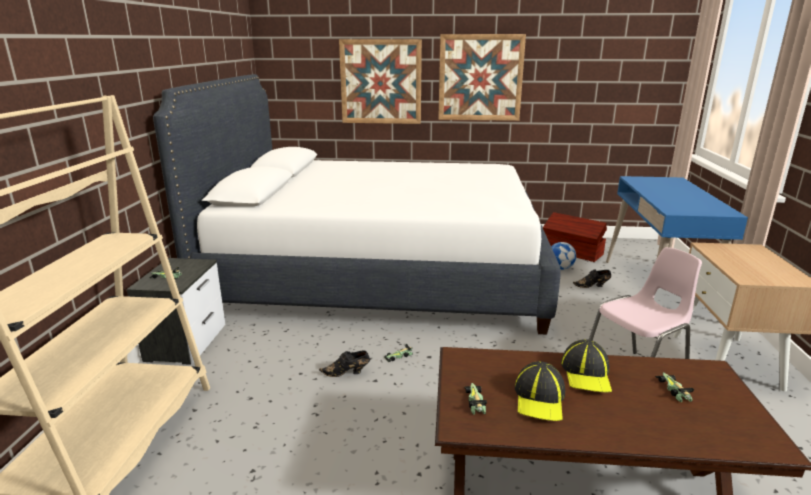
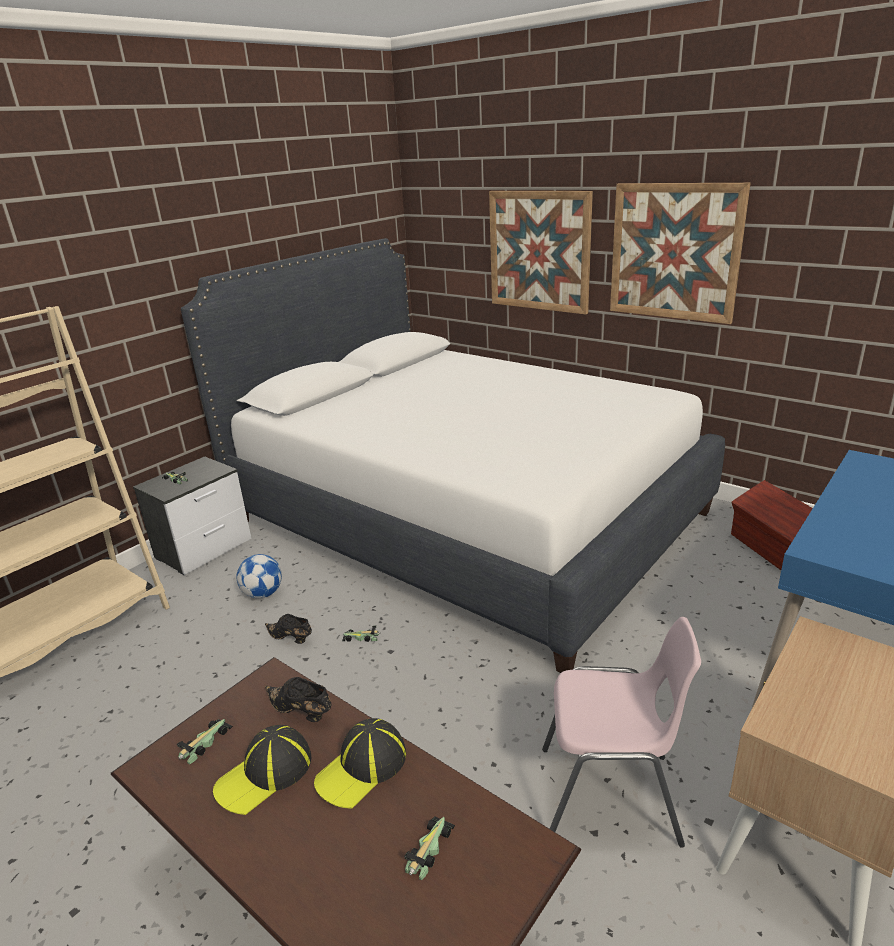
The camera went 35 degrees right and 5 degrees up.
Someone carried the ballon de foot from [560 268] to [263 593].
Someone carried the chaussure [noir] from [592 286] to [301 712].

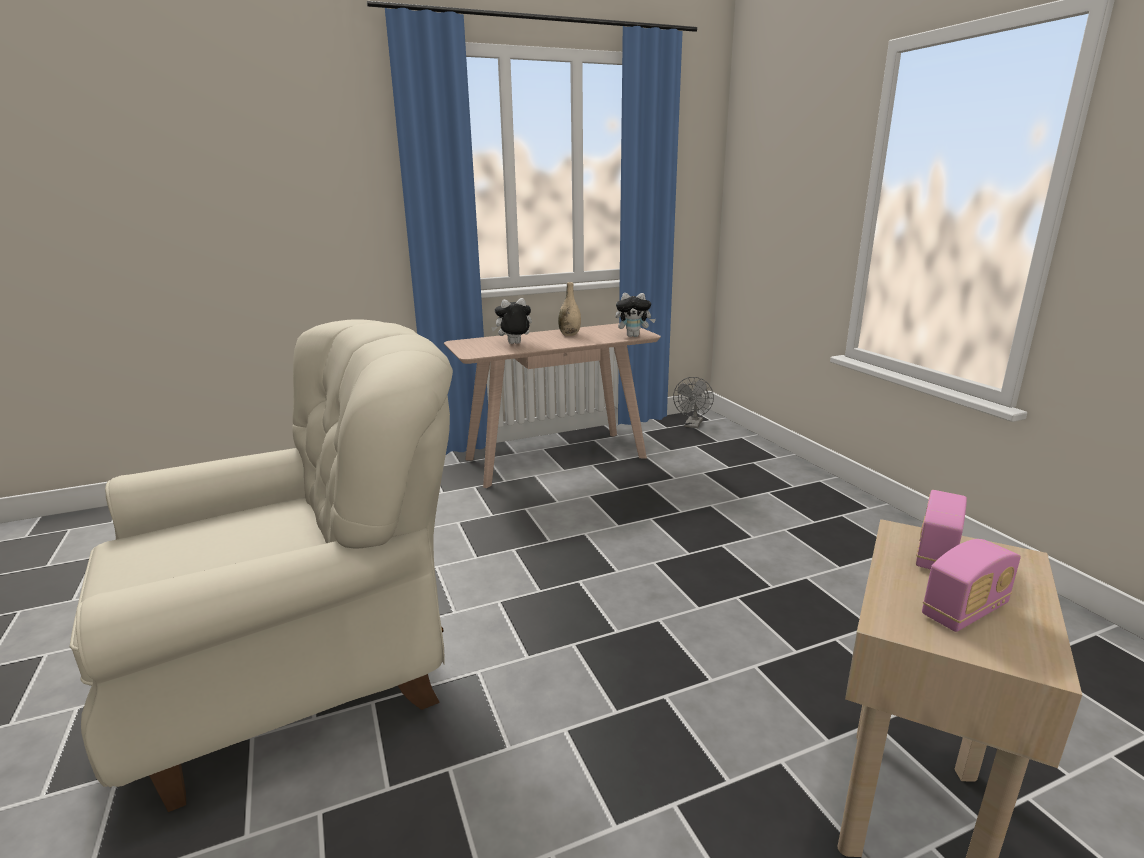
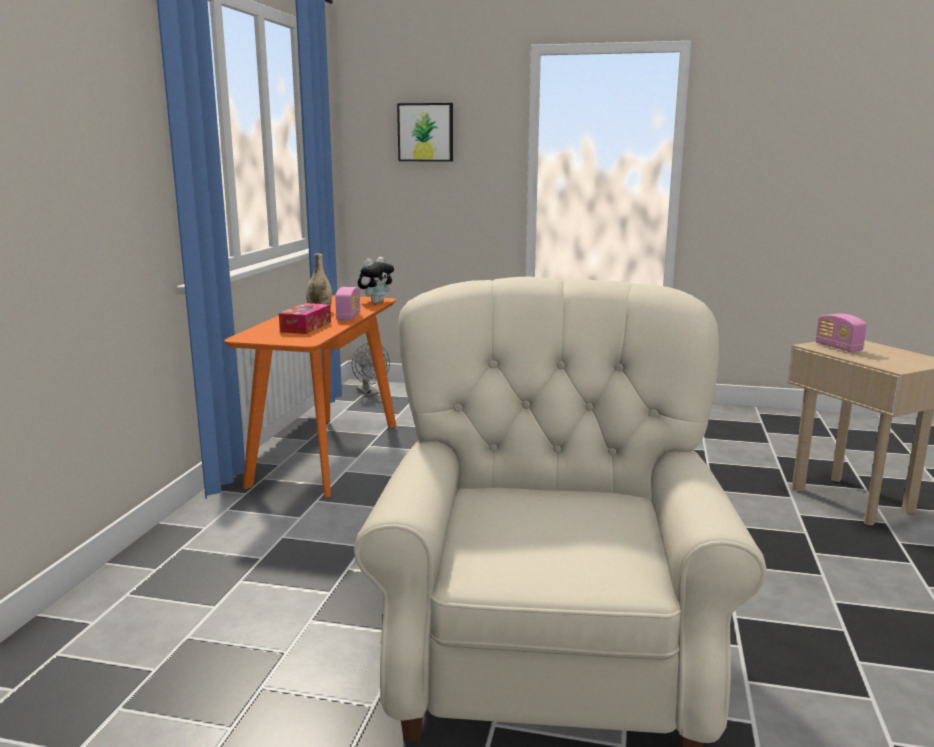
The camera went 55 degrees left and 5 degrees down.
Someone put up the tableau at [426 132].
Someone carried the radio from [964 611] to [348 317].
Someone swapped the peluche at [514 344] for the boîte à mouchoirs at [306 327].
Someone repainted the table console [beige] at [556 458], which became the table console [orange] at [326 453].

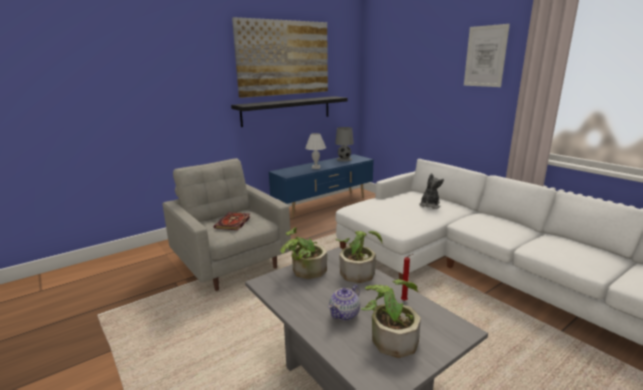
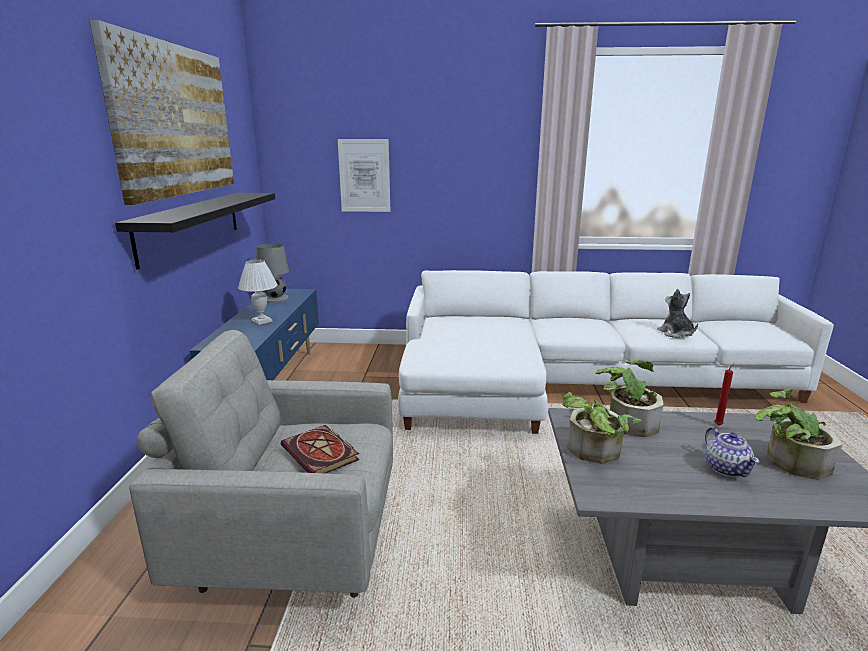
The camera went 50 degrees left and 0 degrees up.
Someone carried the peluche from [429 205] to [676 333].
Someone carried the tableau from [485 56] to [364 175].

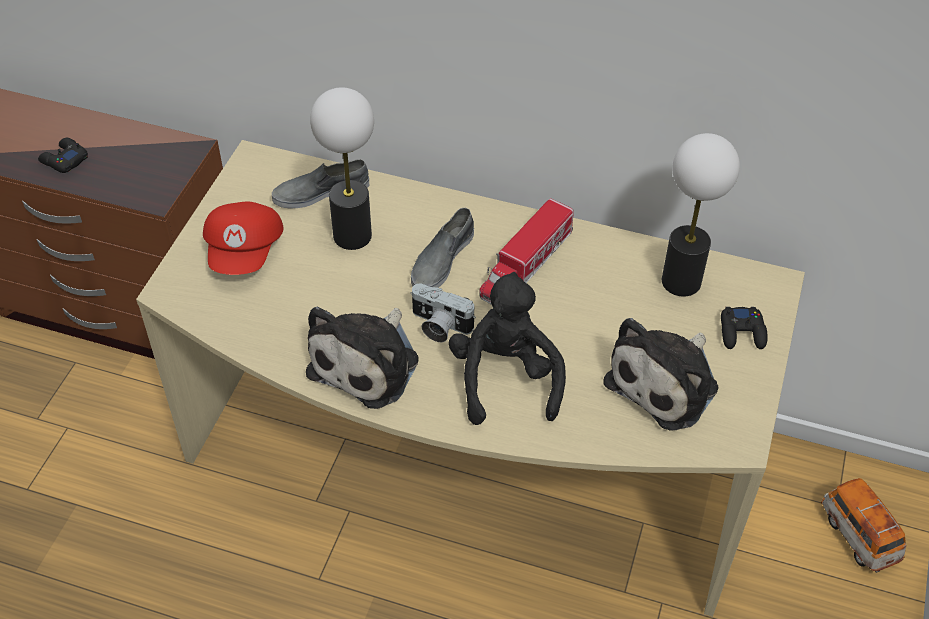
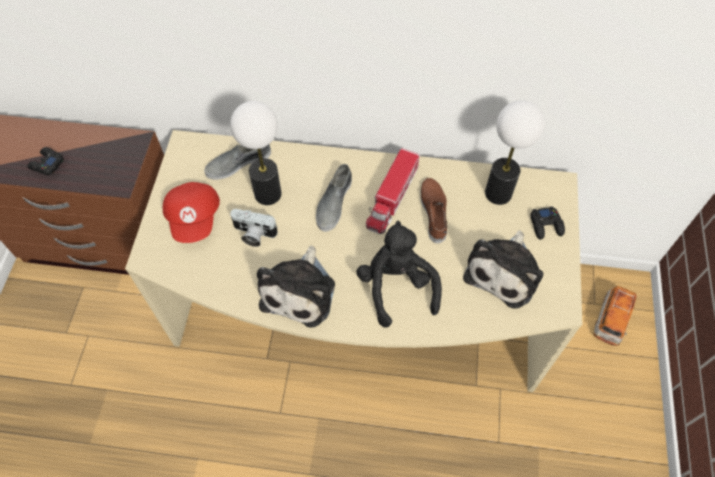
The camera went 10 degrees left and 10 degrees up.
Someone put down the chaussure [marron] at [434 212].
Someone carried the appareil photo from [438 326] to [253 234].
Someone rotated the petite voiture at [858 534] by 120 degrees counterclockwise.

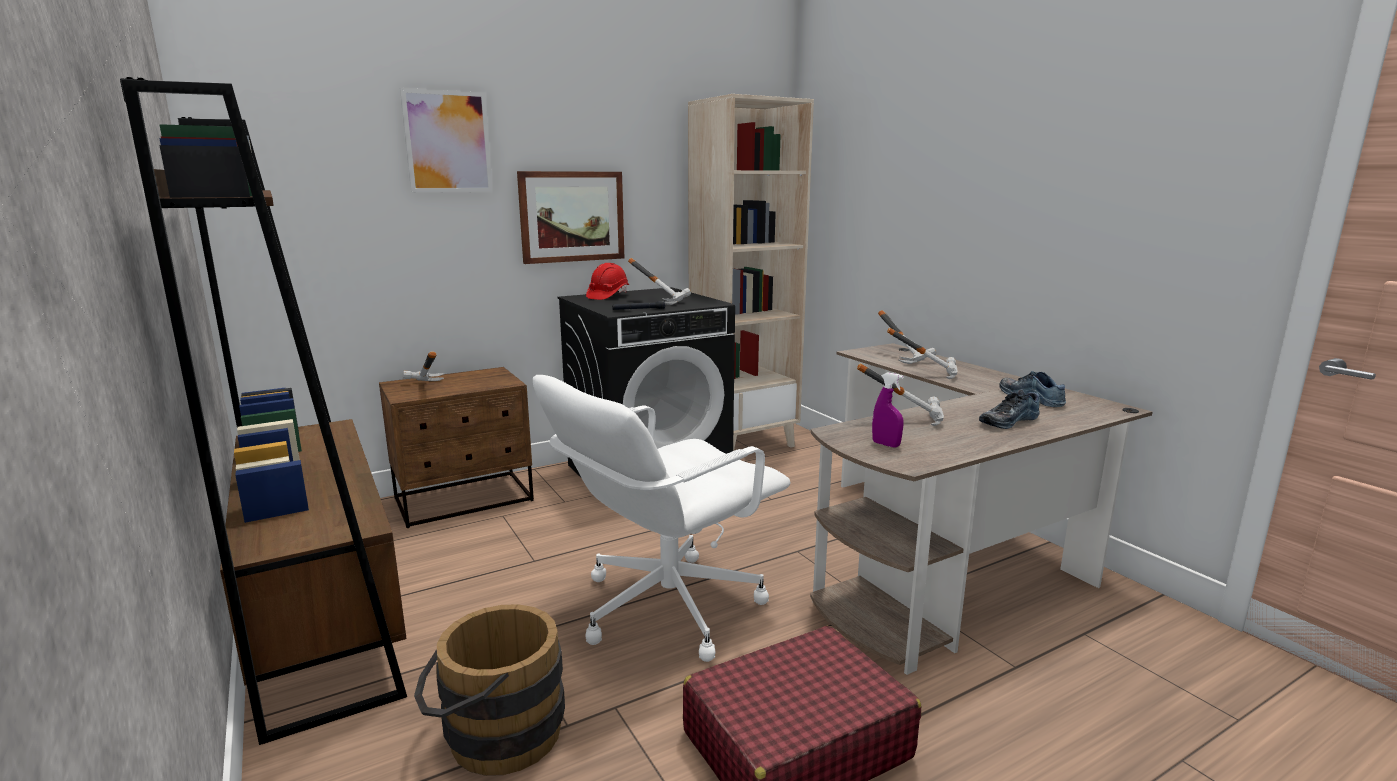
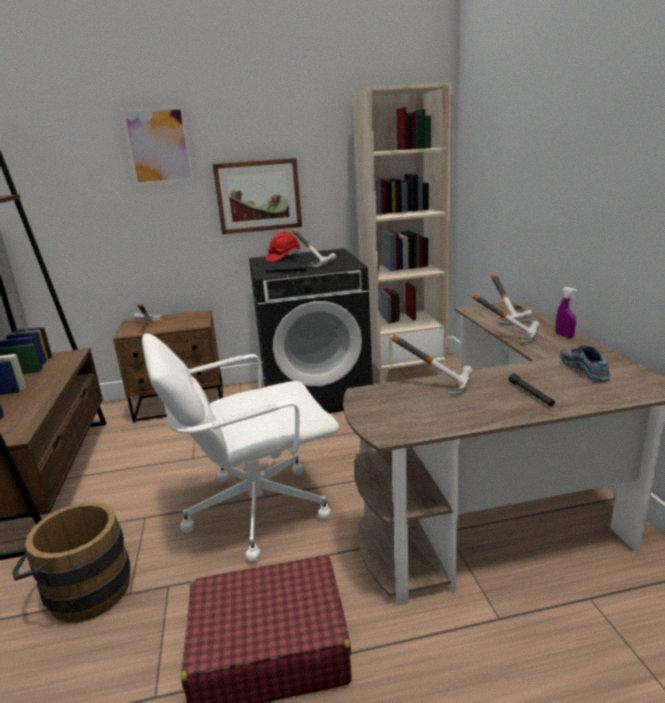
The camera went 20 degrees right and 5 degrees up.
Someone carried the vaporisateur [violet] from [886 444] to [564 336].
Someone swapped the chaussure at [1007 421] for the lampe de poche [noir] at [531 394].

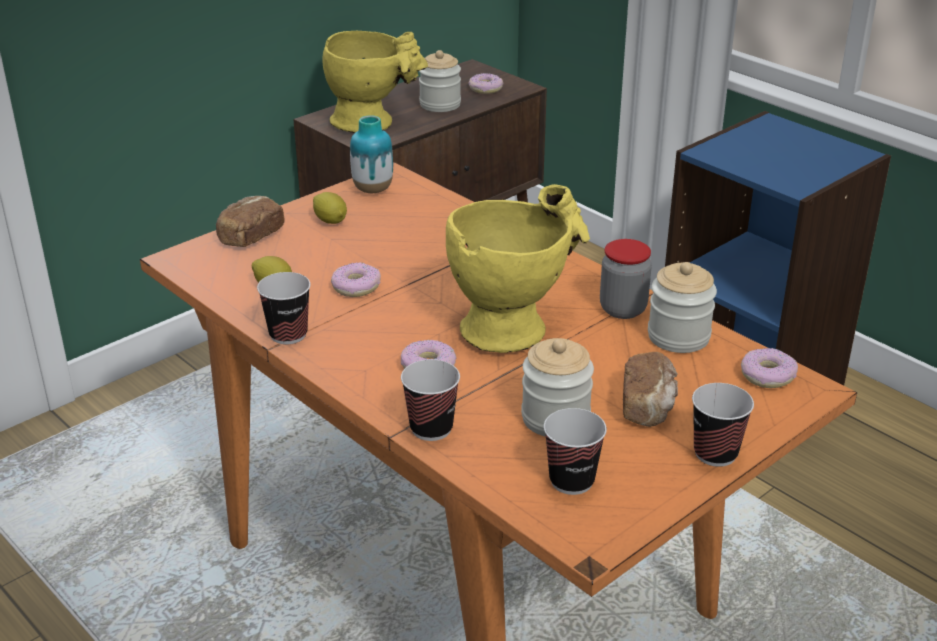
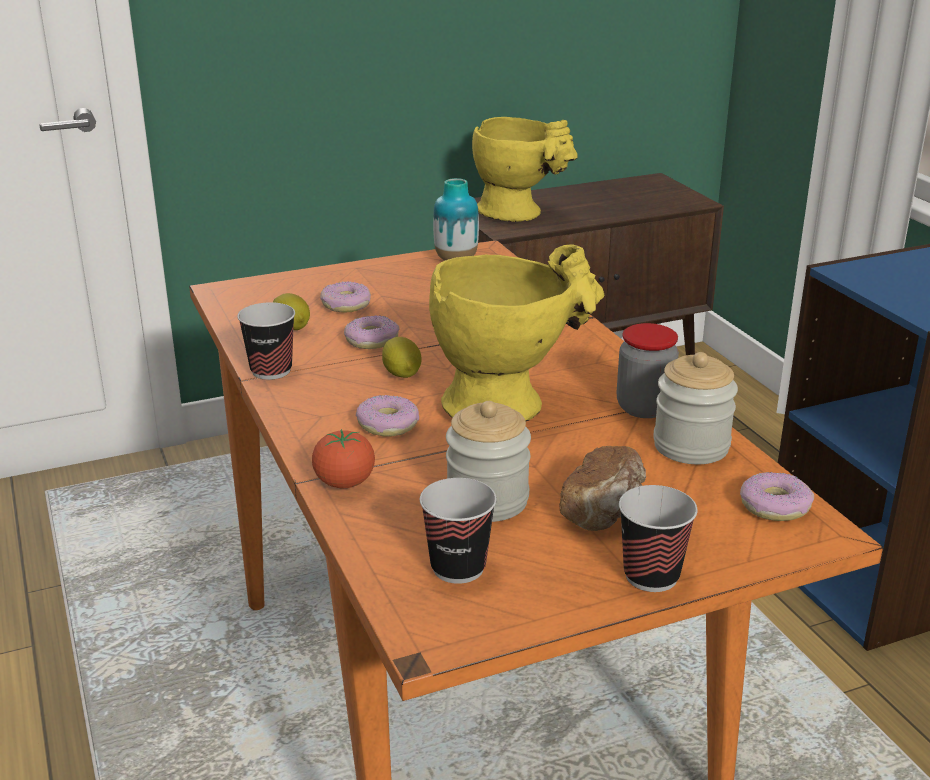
The camera went 20 degrees right and 5 degrees down.
Someone took away the pain at [250 236].
Someone took away the bocal at [440 104].
Someone carried the citron from [330 221] to [402 374].
Someone carried the beignet from [485 89] to [345 305].
Someone swapped the tasse at [431 428] for the tomate at [344 483].

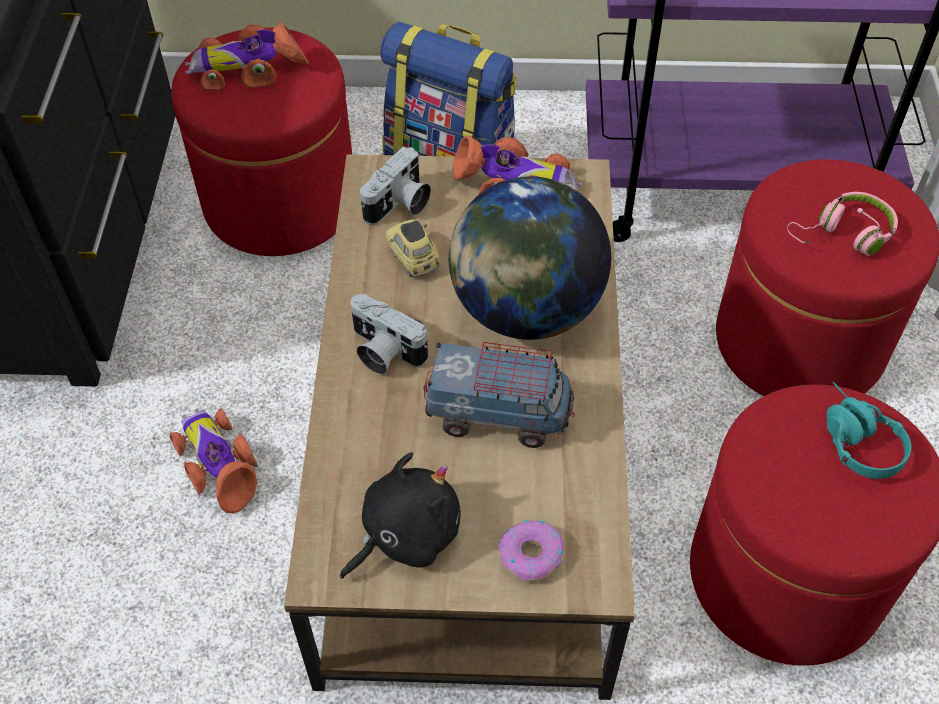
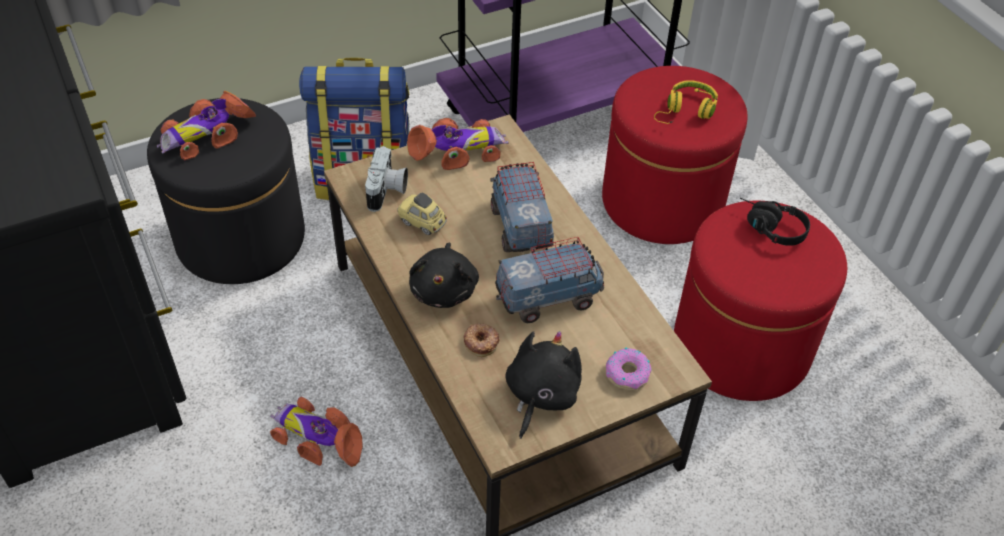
The camera went 30 degrees left and 5 degrees down.
Someone put down the beignet at [481 342].
Someone swapped the appareil photo at [383 352] for the peluche [noir] at [444 289].
Someone swapped the globe at [525 309] for the camion jouet at [520 227].
Someone repainted the pouf [rouge] at [280 201], which became the pouf [noir] at [241 238].
Someone repainted the casque audio [rose] at [844 235], which became the casque audio [jaune] at [686 111].
Someone repainted the casque audio [turquoise] at [853 439], which became the casque audio [noir] at [768 228].

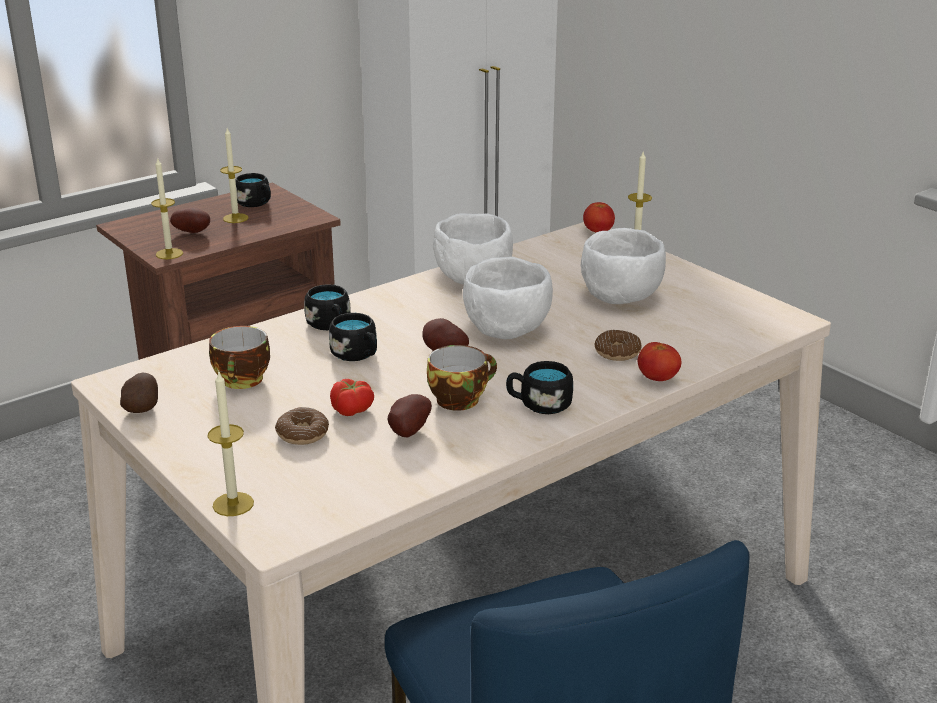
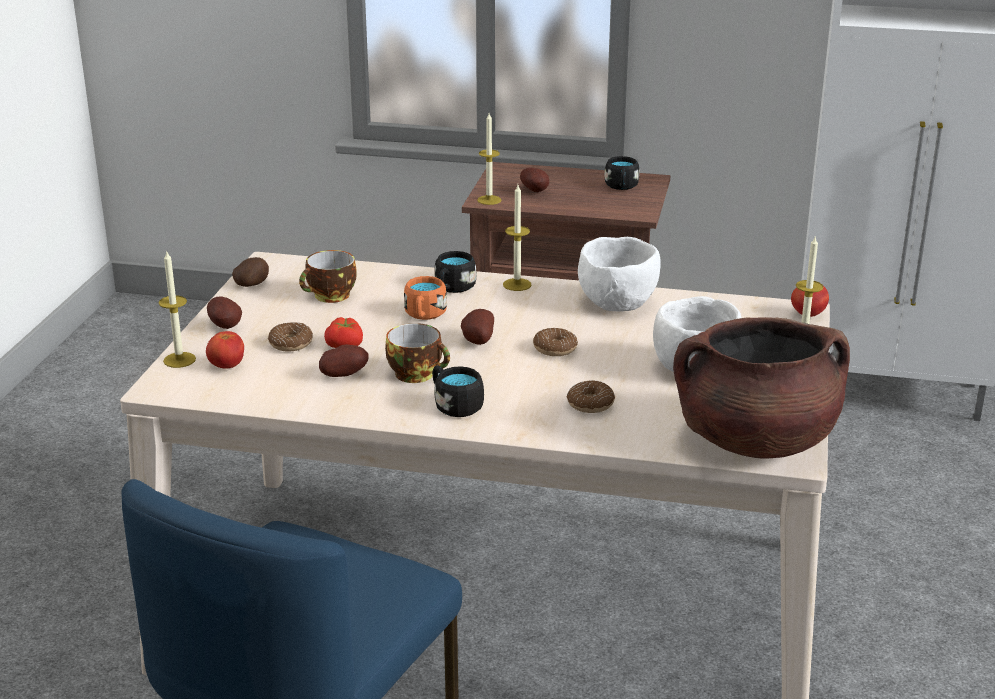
The camera went 50 degrees right and 0 degrees up.
Someone put down the pomme de terre at [226 326].
Someone put down the marmite [marron] at [755 441].
Someone carried the bougie from [235 218] to [517 284].
Someone carried the tomate from [657 379] to [226 366].
Someone swapped the bol [blanc] at [507 329] for the beignet at [555 349].
Someone repainted the mug [noir] at [357 355], which became the mug [orange] at [424 315].

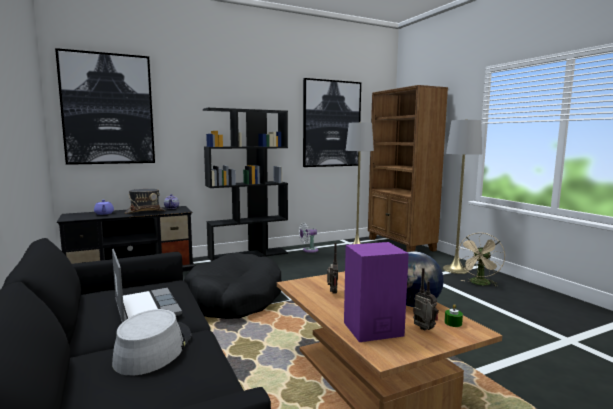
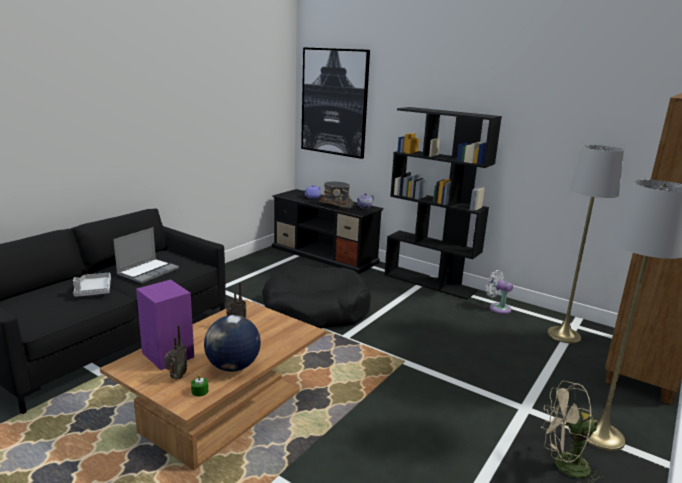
The camera went 60 degrees right and 10 degrees up.
Someone took away the tableau at [331 124].
Someone swapped the chapeau [gris] at [153 348] for the plateau [gris] at [93 290].

